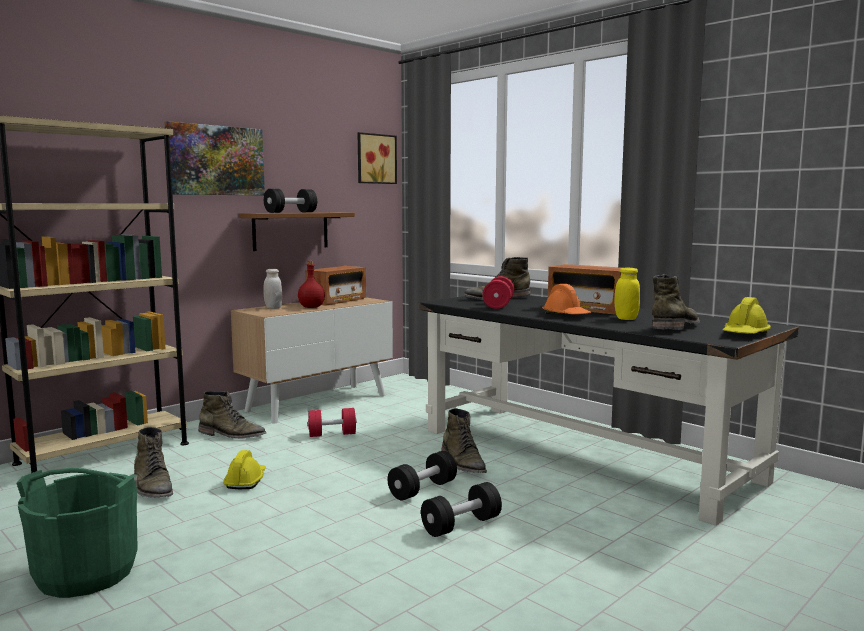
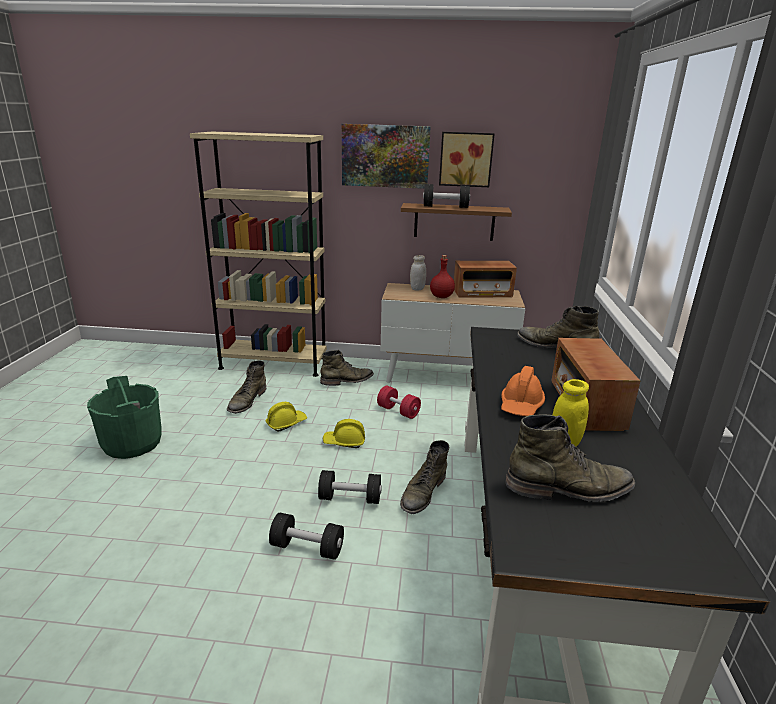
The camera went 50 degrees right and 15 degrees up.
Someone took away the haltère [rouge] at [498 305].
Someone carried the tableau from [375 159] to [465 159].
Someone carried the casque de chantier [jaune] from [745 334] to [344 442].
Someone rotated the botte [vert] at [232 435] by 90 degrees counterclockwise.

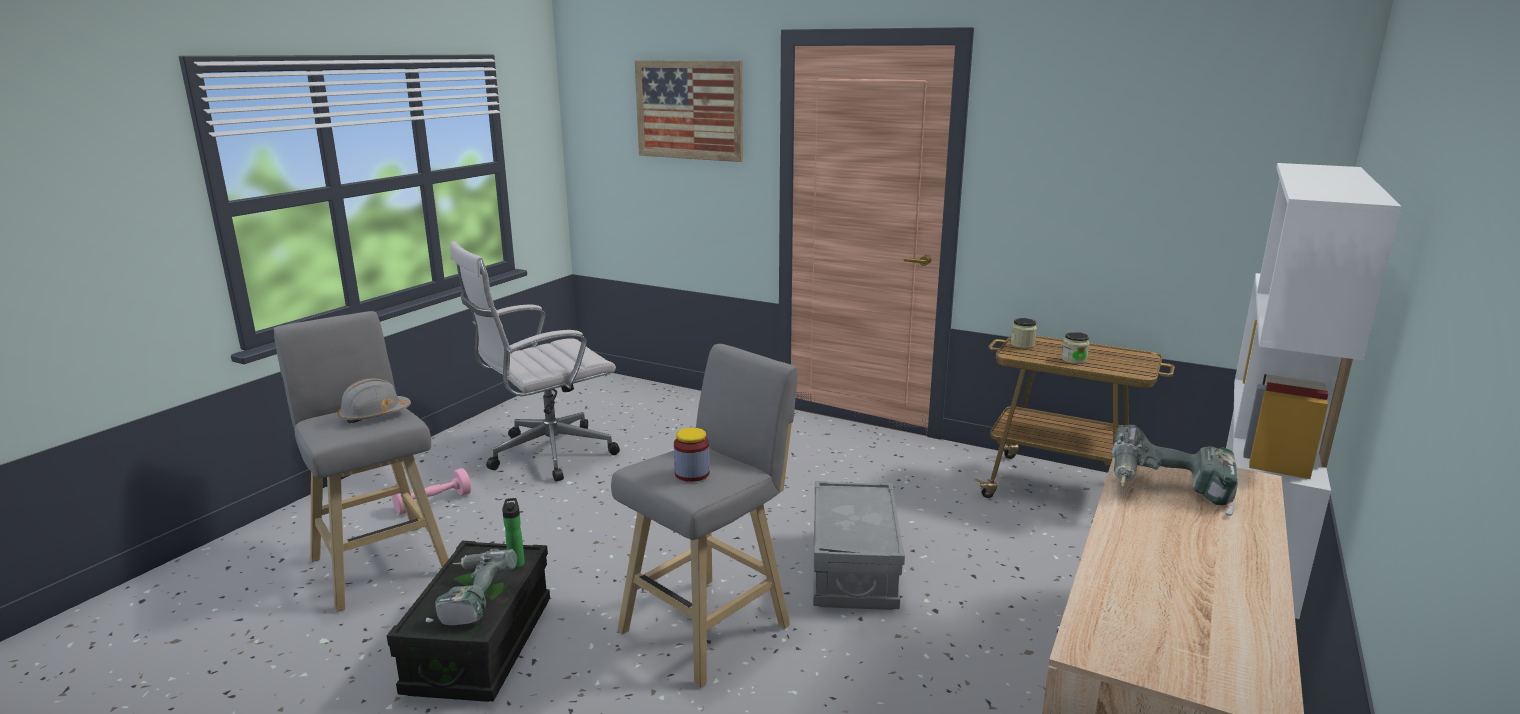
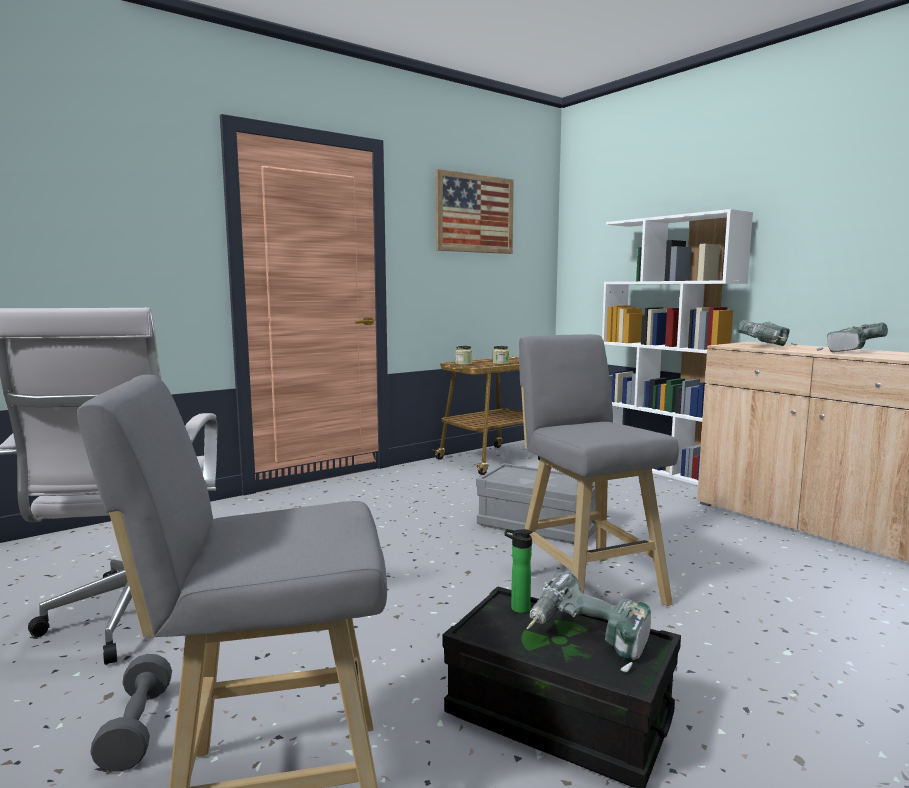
The camera went 65 degrees left and 10 degrees down.
Someone took away the casque de chantier [gris] at [374 415].
Someone took away the bocal at [692 473].
Someone put down the perceuse at [848 351].
Someone carried the tableau from [689 110] to [475 213].
Someone repainted the haltère [rose] at [433 503], which became the haltère [gris] at [137 729].

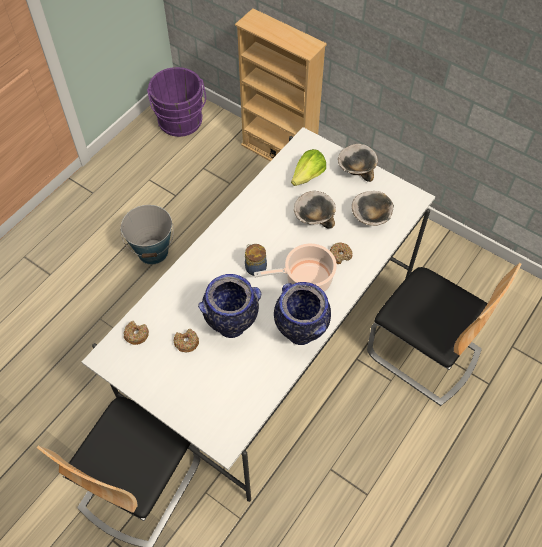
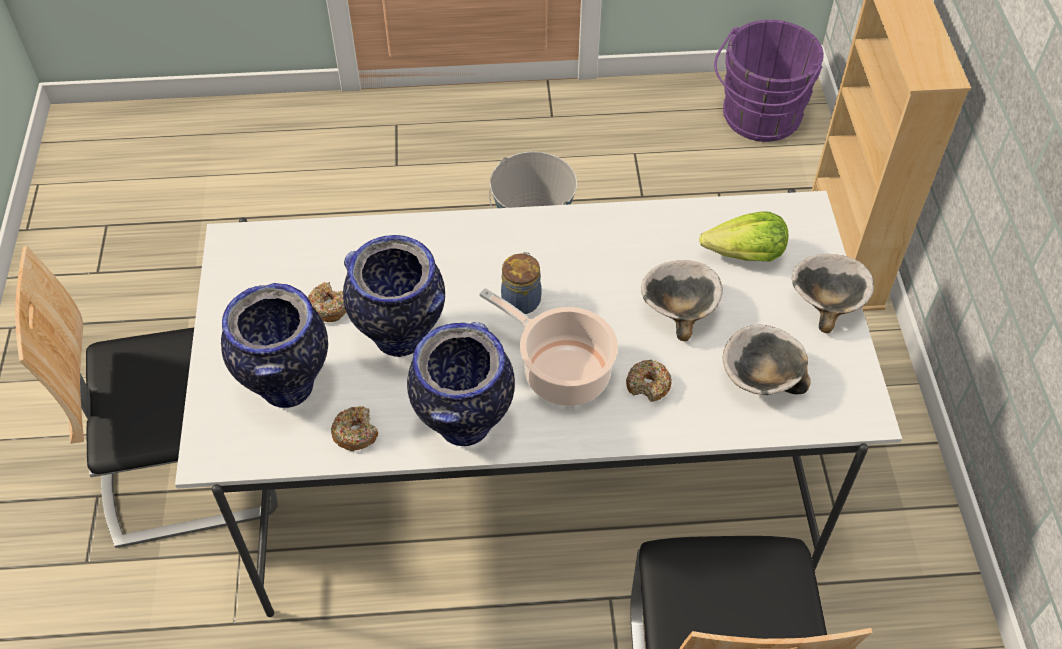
The camera went 50 degrees right and 5 degrees down.
Someone put down the vase at [287 386].
Someone carried the beignet from [136 334] to [355 433].

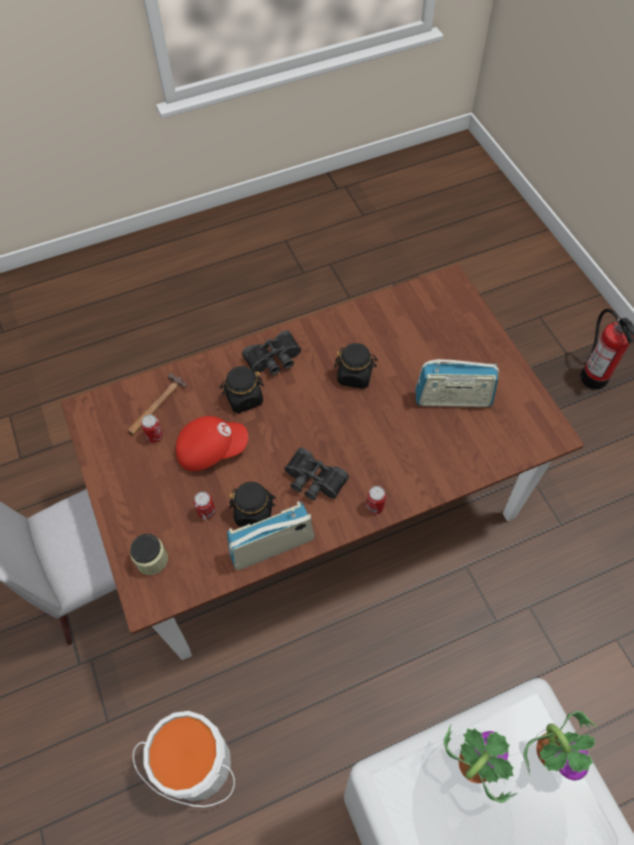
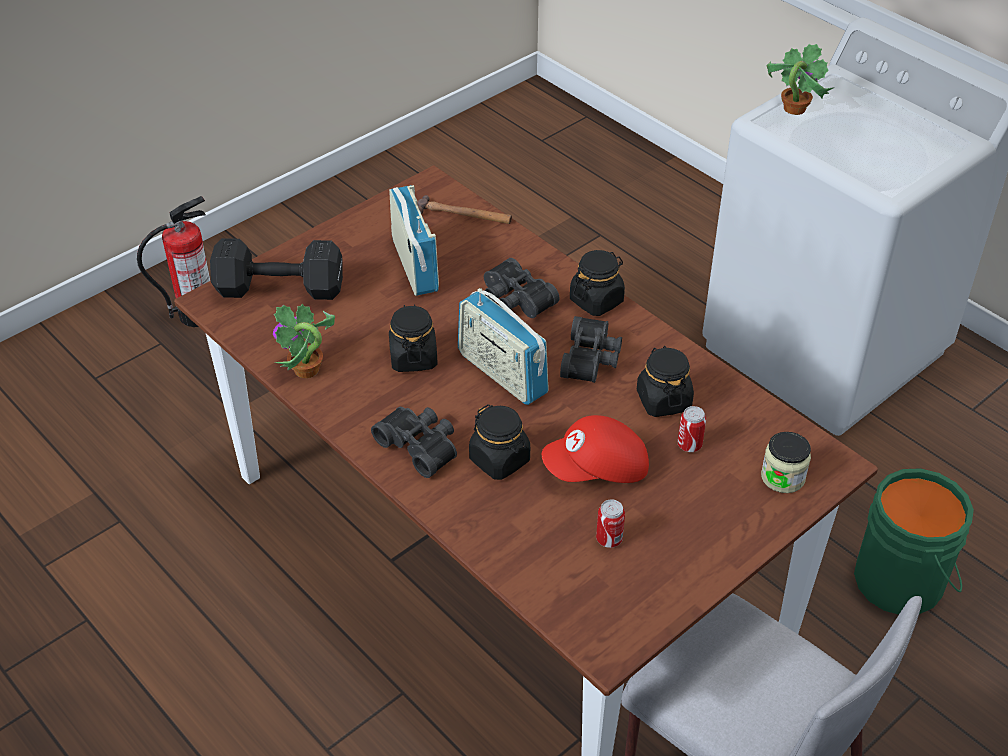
The camera went 110 degrees left and 15 degrees down.
Someone put down the haltère [noir] at [283 289].
Someone put down the jumelles [noir] at [515 300].
Someone carried the marteau from [155 406] to [463 215].
Someone carried the radio from [272 547] to [502 373].
Someone carried the plante en pot from [472 765] to [306 370].
Someone swapped the boîte métallique at [375 506] for the bocal [noir] at [596 300].
Someone repainted the seau [blanc] at [195 767], which became the seau [vert] at [903 580].
Someone rotated the casquette [rouge] at [211 449] by 75 degrees counterclockwise.

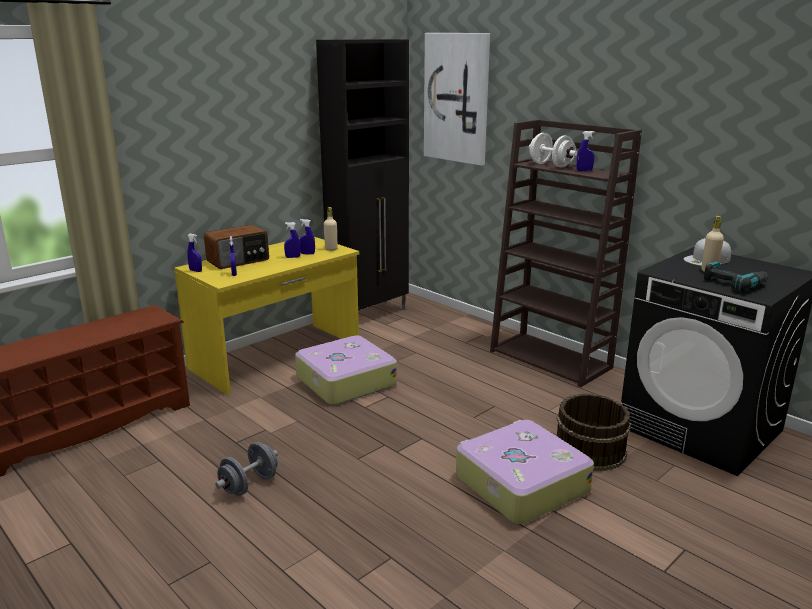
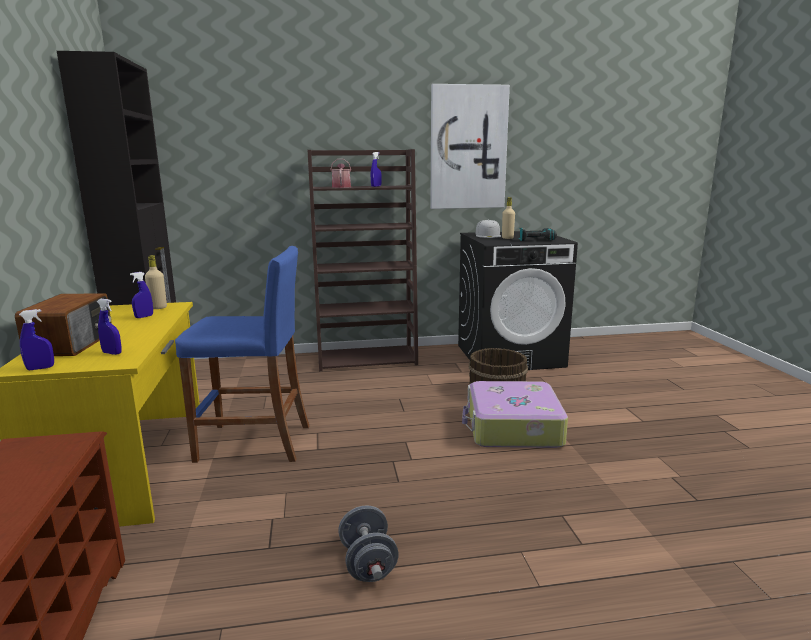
The camera went 55 degrees left and 5 degrees down.
Someone took away the vaporisateur [bleu] at [293 257].
Someone carried the tableau from [457 98] to [468 148].
Someone swapped the valise at [345 381] for the tabouret [bleu] at [254 443].
Someone swapped the haltère [blanc] at [551 165] for the arrosoir at [341 187].

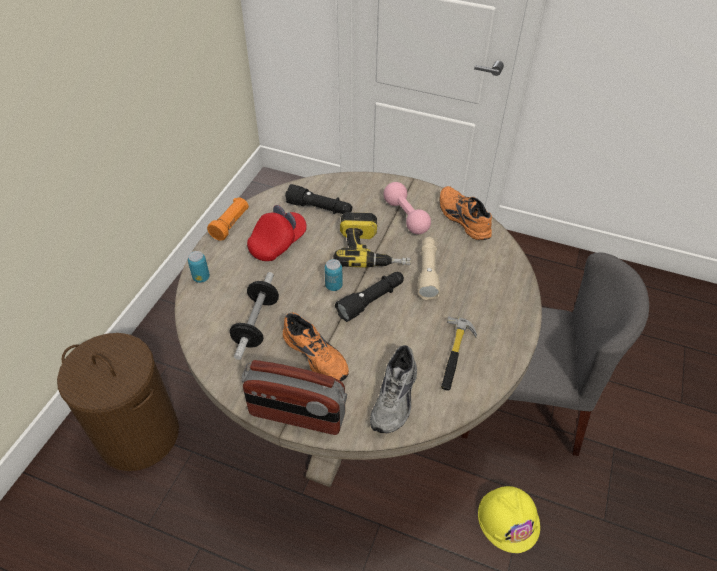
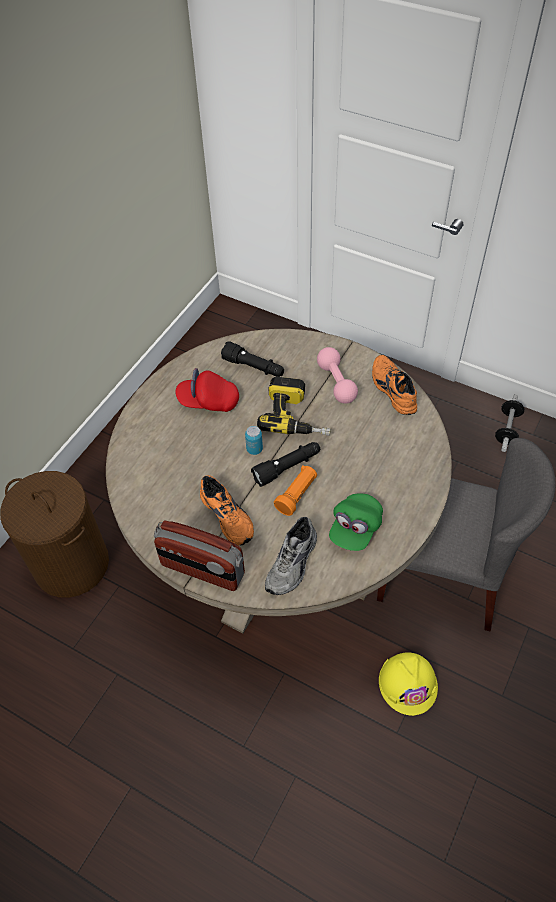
The camera went 10 degrees right and 5 degrees up.
Someone took away the boîte métallique at [201 277].
Someone took away the lampe de poche [beige] at [427 272].
Someone carried the lampe de poche [orange] from [231 225] to [297 495].
Someone carried the haltère from [256 324] to [507 429].
Someone swapped the marteau at [454 355] for the casquette [vert] at [355 529].
Someone rotated the casquette [rouge] at [278 243] by 135 degrees counterclockwise.

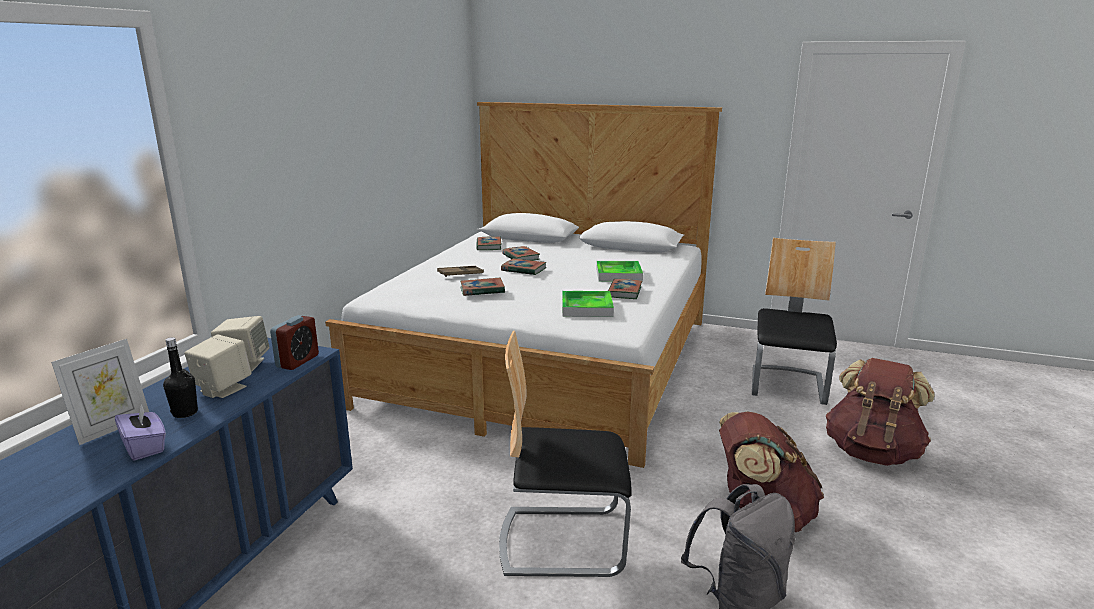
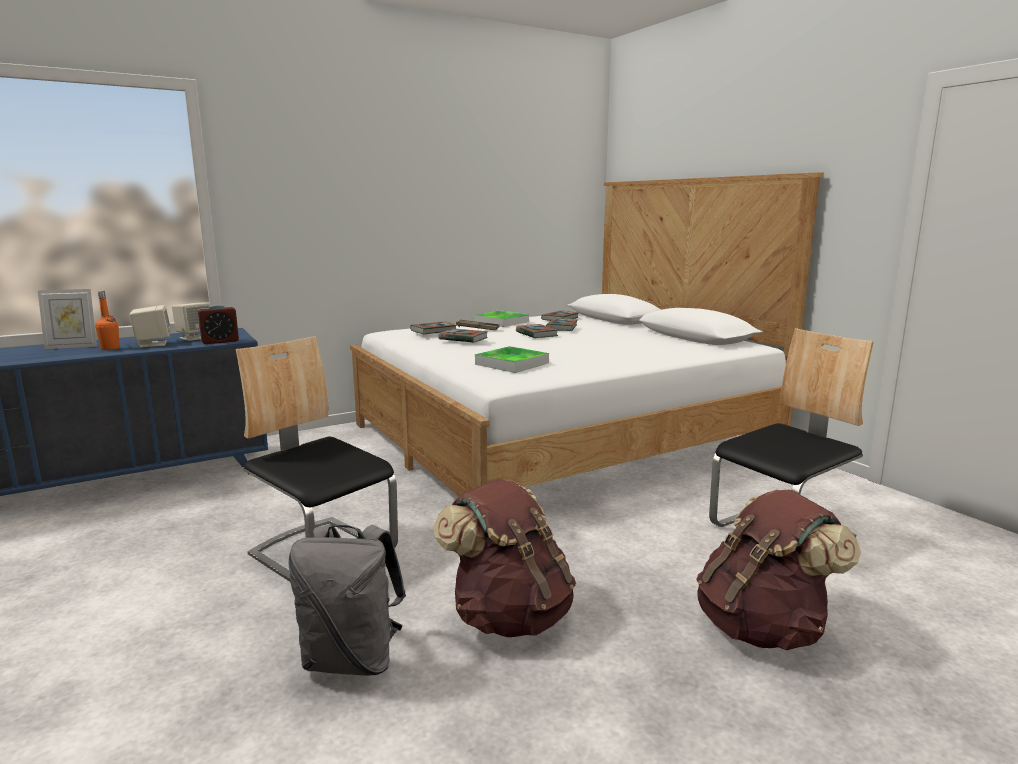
The camera went 40 degrees right and 5 degrees down.
Someone took away the boîte à mouchoirs [violet] at [145 447].
Someone carried the plateau from [618 274] to [501 322].
Someone carried the livre from [624 292] to [433 331].
Someone repainted the bouteille [noir] at [185 413], which became the bouteille [orange] at [110 348].

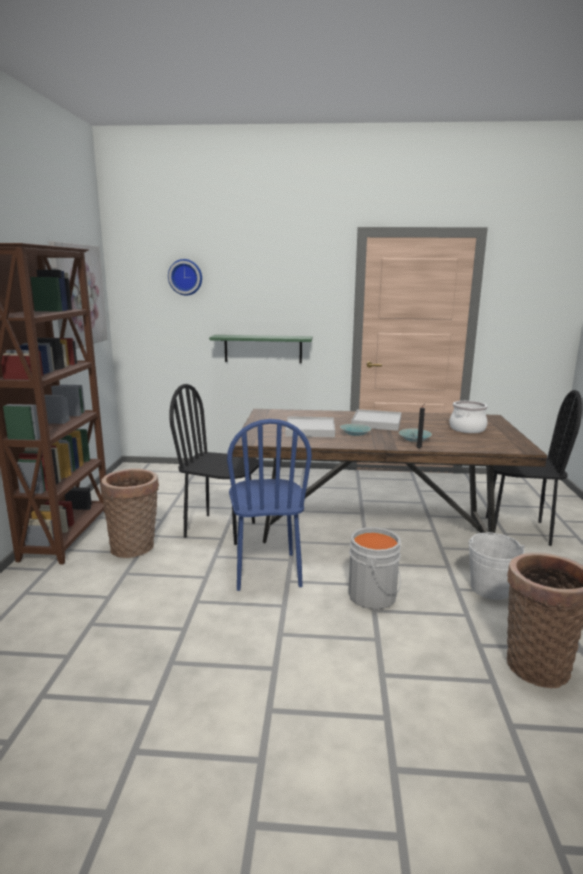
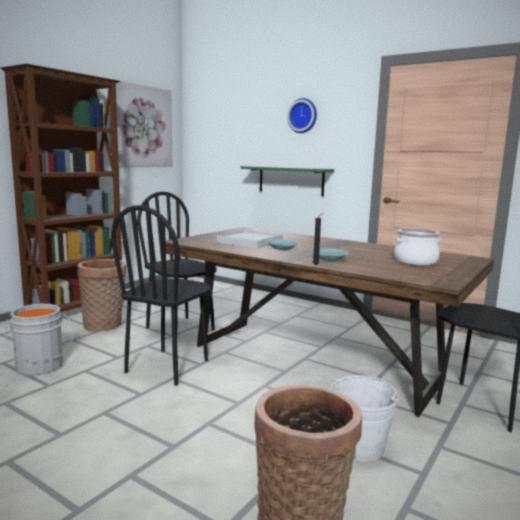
The camera went 30 degrees right and 5 degrees down.
Someone took away the plateau [blanc] at [376 423].
Someone carried the horloge murale from [185 277] to [303 116].
Someone carried the seau [gris] from [375 596] to [40 367].
Someone repainted the chaise [bleu] at [267 571], which became the chaise [noir] at [168 366].

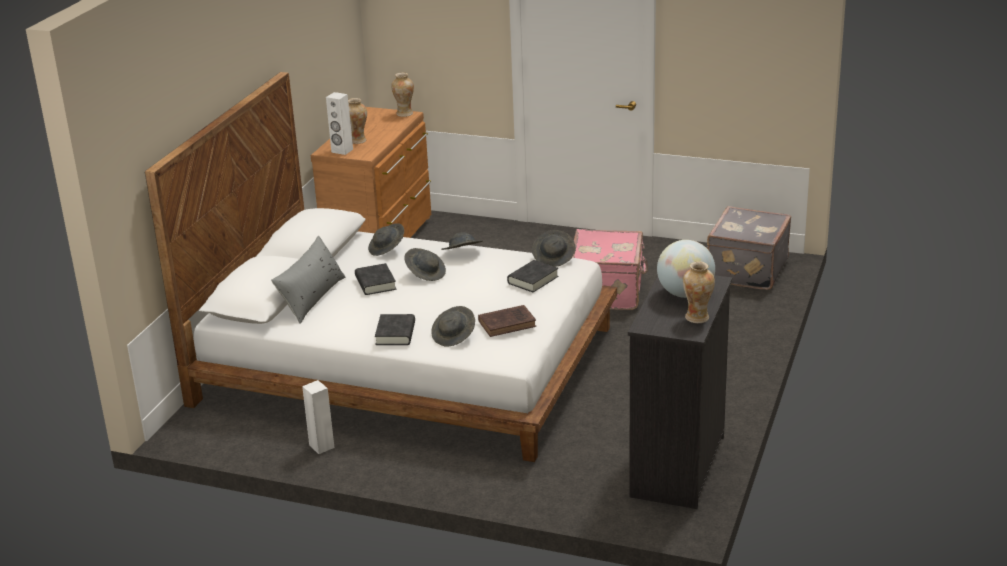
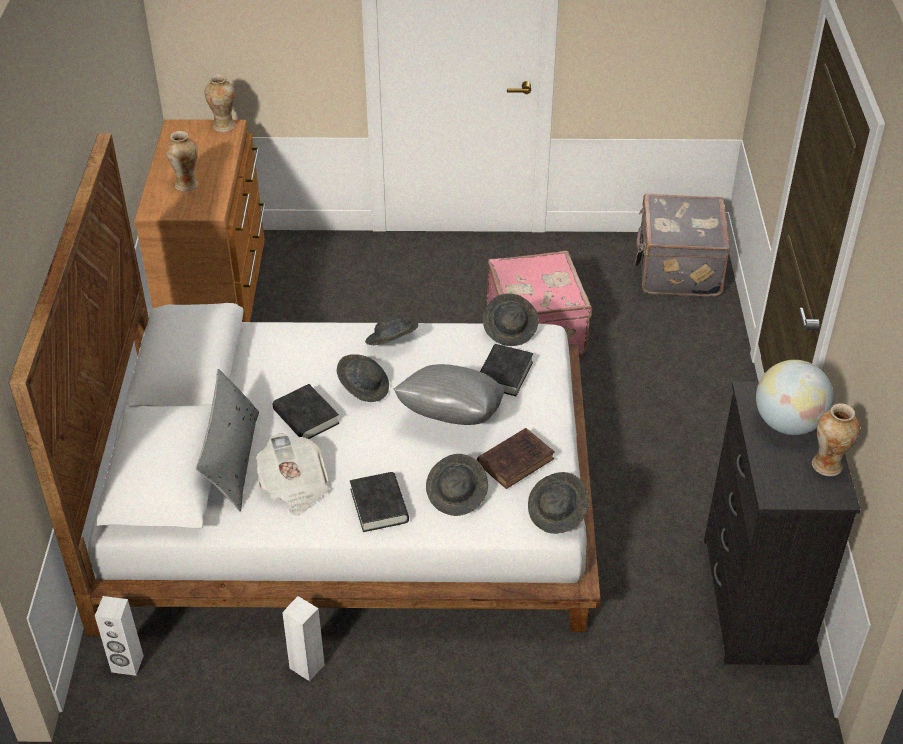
The camera went 20 degrees left and 15 degrees up.
Someone put down the journal at [294 487].
Someone put down the coussin [gris] at [450 419].
Someone carried the enceinte [blanc] from [342 151] to [127 664].
Someone carried the chapeau [gris] from [387 249] to [557 513].

